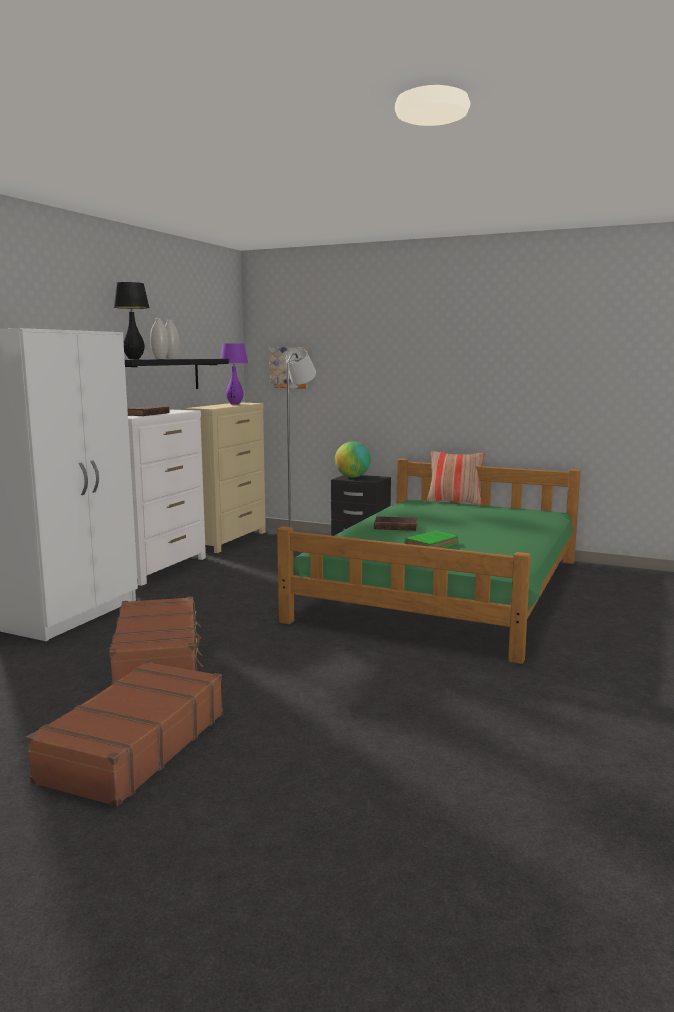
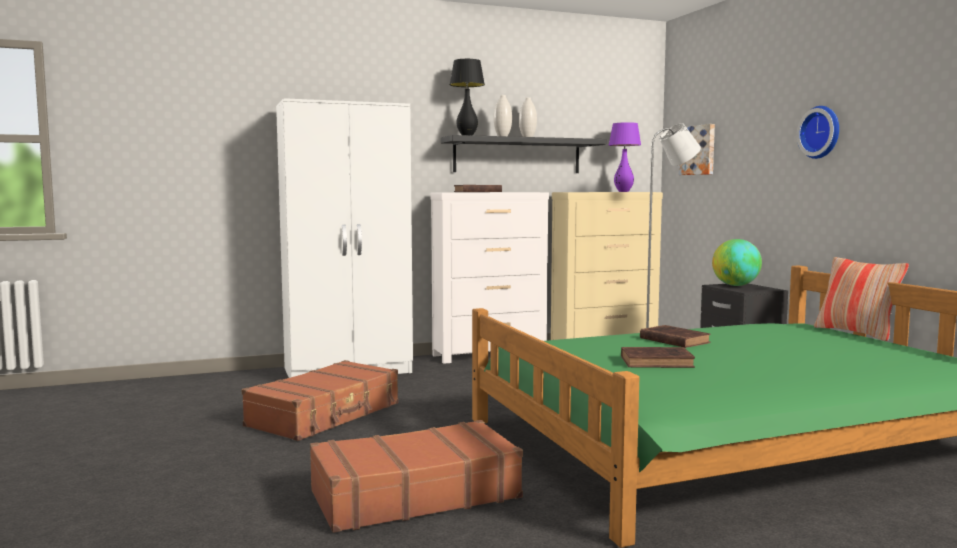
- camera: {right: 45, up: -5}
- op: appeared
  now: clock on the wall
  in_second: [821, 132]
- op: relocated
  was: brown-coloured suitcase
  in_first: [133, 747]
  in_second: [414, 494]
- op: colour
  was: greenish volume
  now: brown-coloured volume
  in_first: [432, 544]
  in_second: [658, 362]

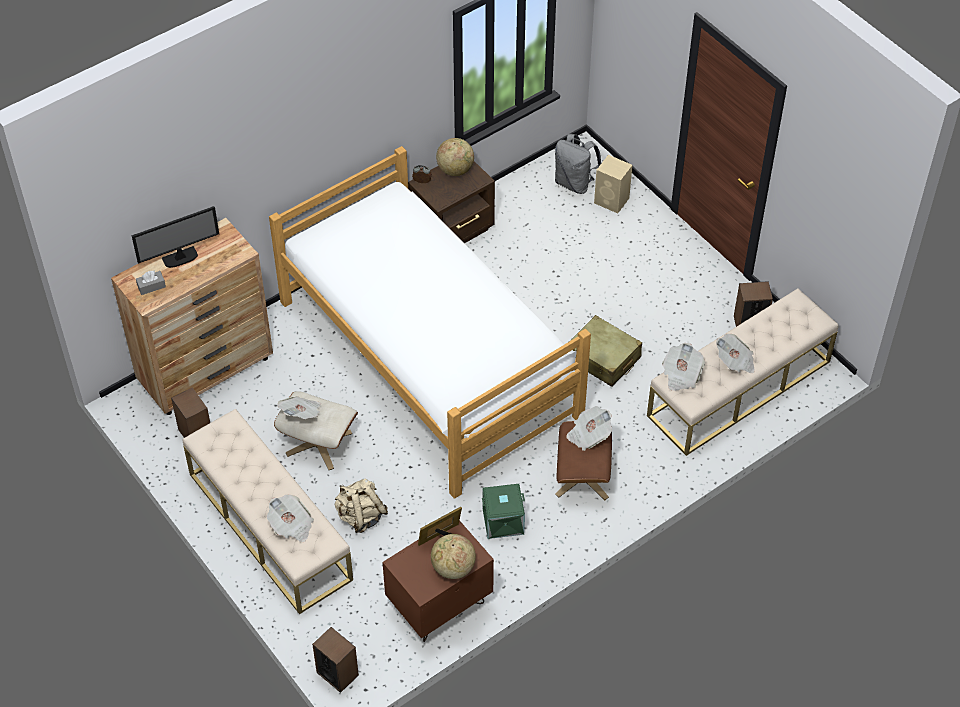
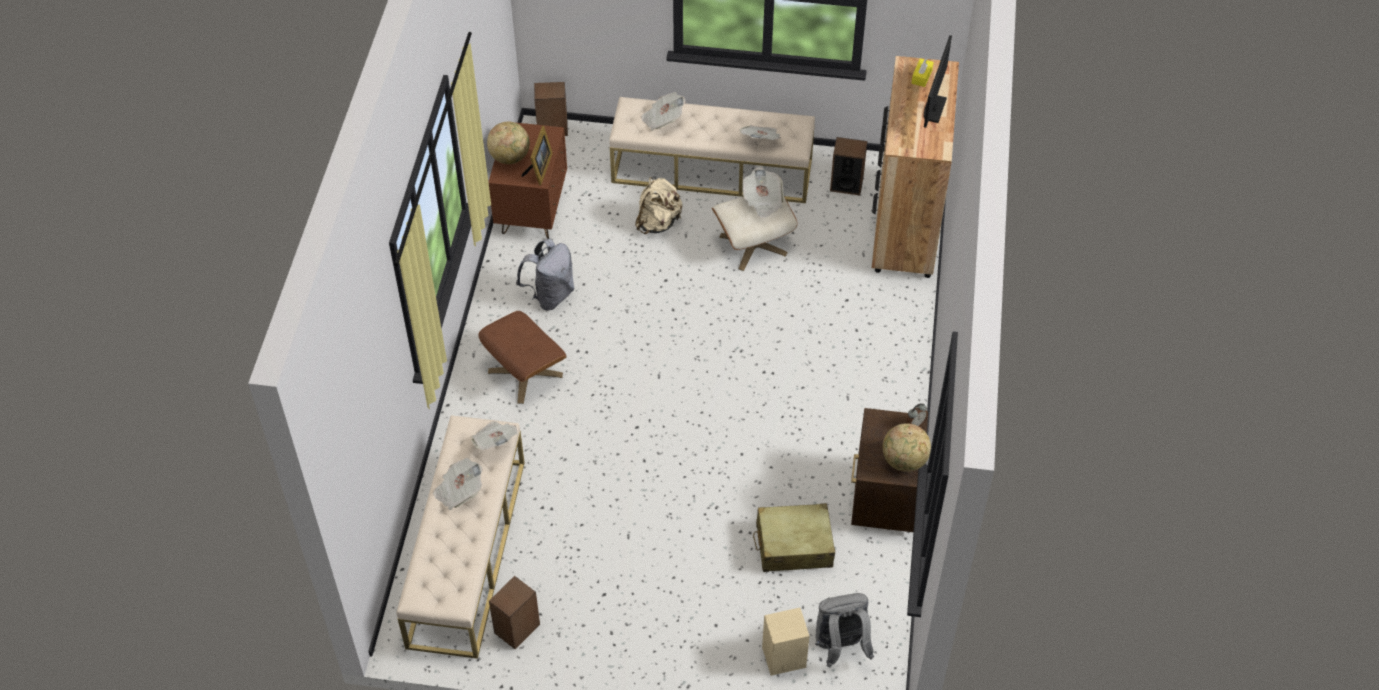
- camera: {right: 135, up: 0}
- op: missing
  was: bed
  in_first: [429, 357]
- op: relocated
  was: printed paper
  in_first: [588, 435]
  in_second: [761, 140]
- op: relocated
  was: beige suitcase
  in_first: [603, 358]
  in_second: [793, 545]
- op: exchanged
  was: greenish storage bin
  now: grey knapsack
  in_first: [502, 522]
  in_second: [550, 295]
- op: colour
  was: grey box of tissues
  now: yellowish box of tissues
  in_first: [151, 286]
  in_second: [921, 76]

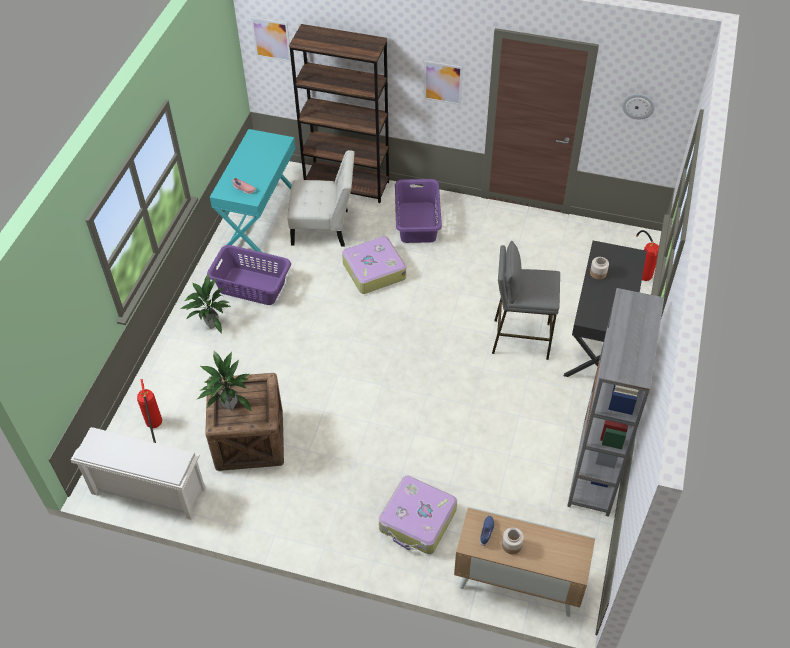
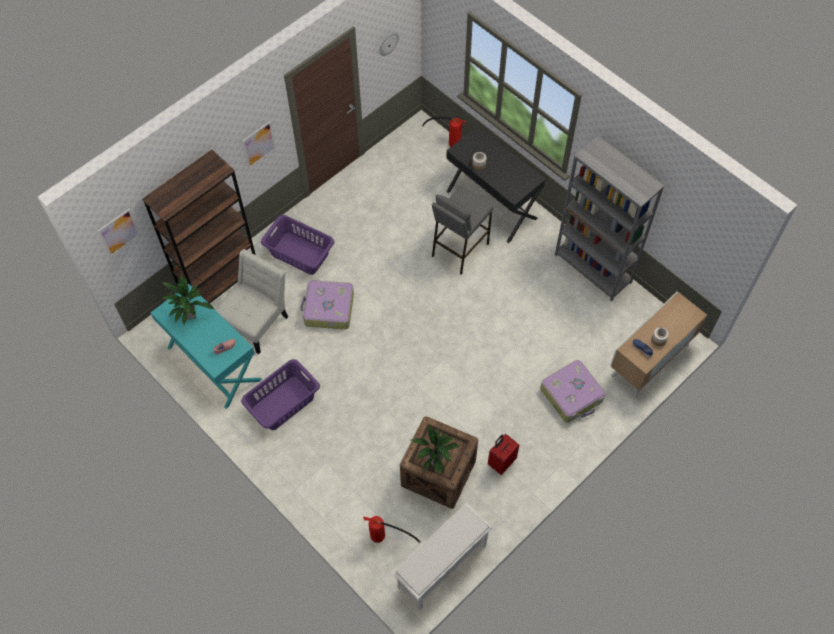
- camera: {right: -60, up: 10}
- op: appeared
  now: reddish suitcase
  in_second: [501, 462]
- op: relocated
  was: houseplant
  in_first: [211, 324]
  in_second: [191, 316]

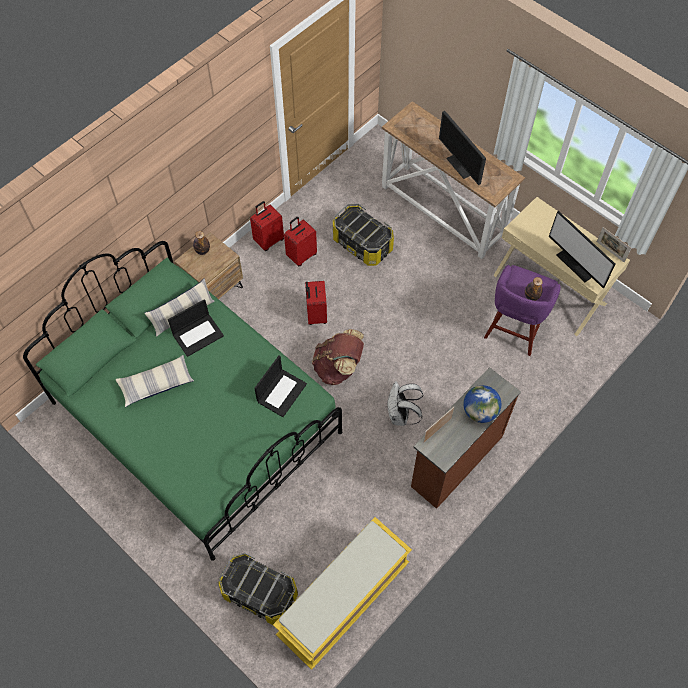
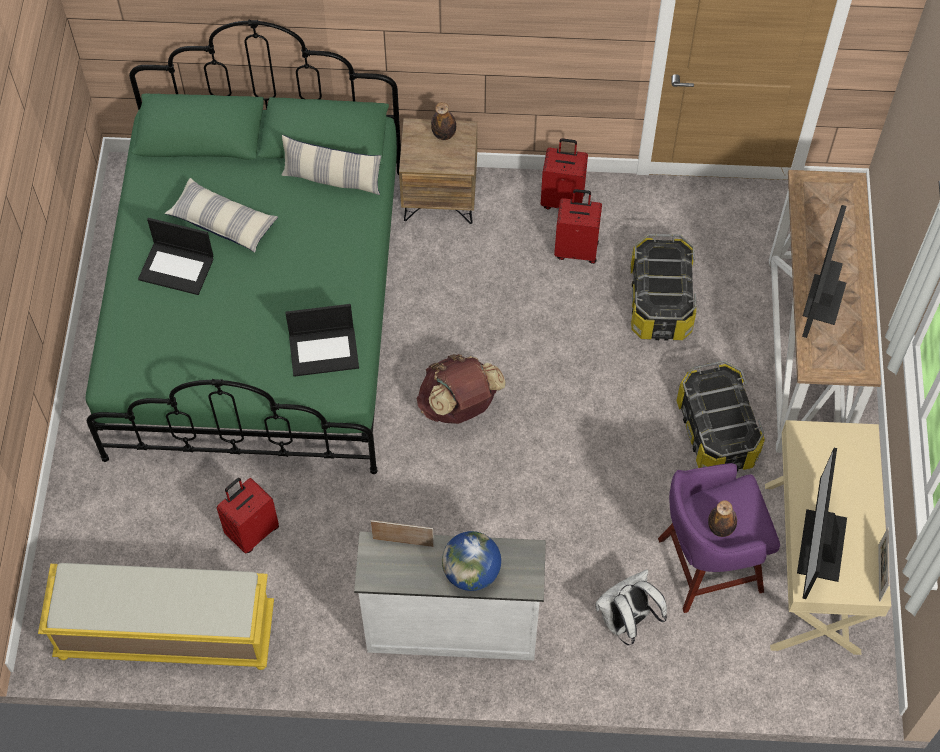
- camera: {right: 50, up: 0}
- op: relocated
  was: notebook computer
  in_first: [198, 334]
  in_second: [177, 268]
- op: relocated
  was: storage bin
  in_first: [259, 593]
  in_second: [715, 431]
- op: relocated
  was: reddish suitcase
  in_first: [315, 315]
  in_second: [252, 531]
- op: relocated
  was: white-coloured knapsack
  in_first: [401, 415]
  in_second: [626, 621]
- op: colour
  was: brown-coloured chest of drawers
  now: white-coloured chest of drawers
  in_first: [455, 460]
  in_second: [451, 628]

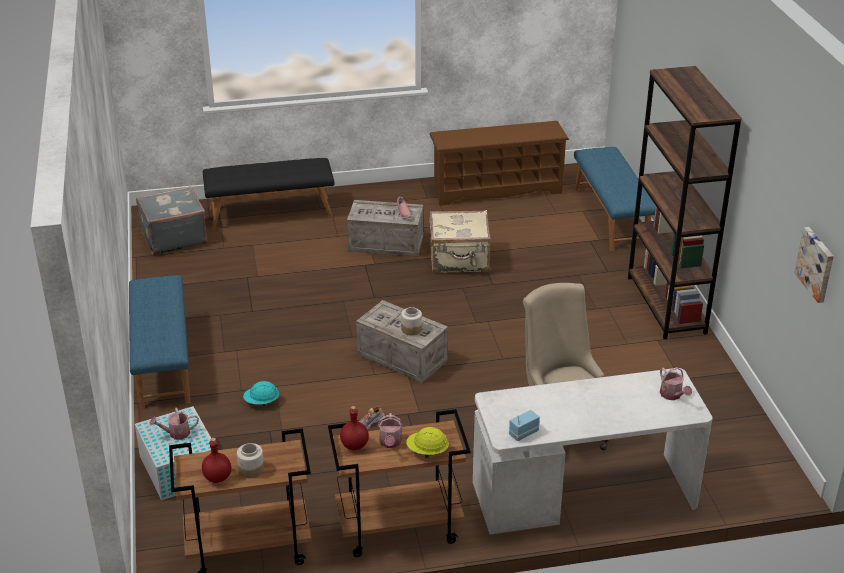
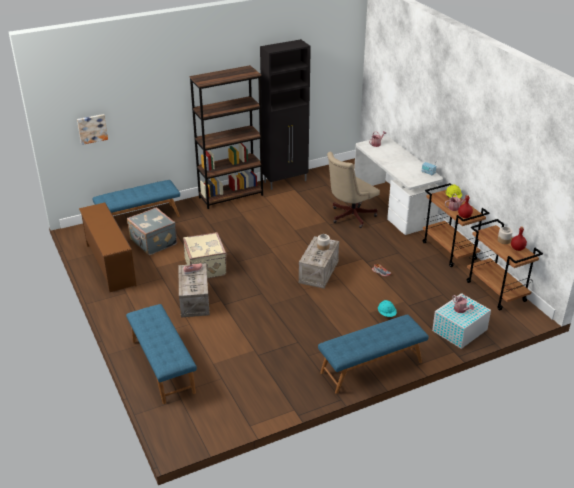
- camera: {right: -105, up: 0}
- op: appeared
  now: black-coloured cabinet
  in_second: [286, 181]
- op: relocated
  was: grey suitcase
  in_first: [173, 237]
  in_second: [153, 242]
- op: relocated
  was: picture
  in_first: [816, 264]
  in_second: [92, 128]
- op: colour
  was: black-coloured indoor bench
  now: blue-coloured indoor bench
  in_first: [270, 212]
  in_second: [162, 366]

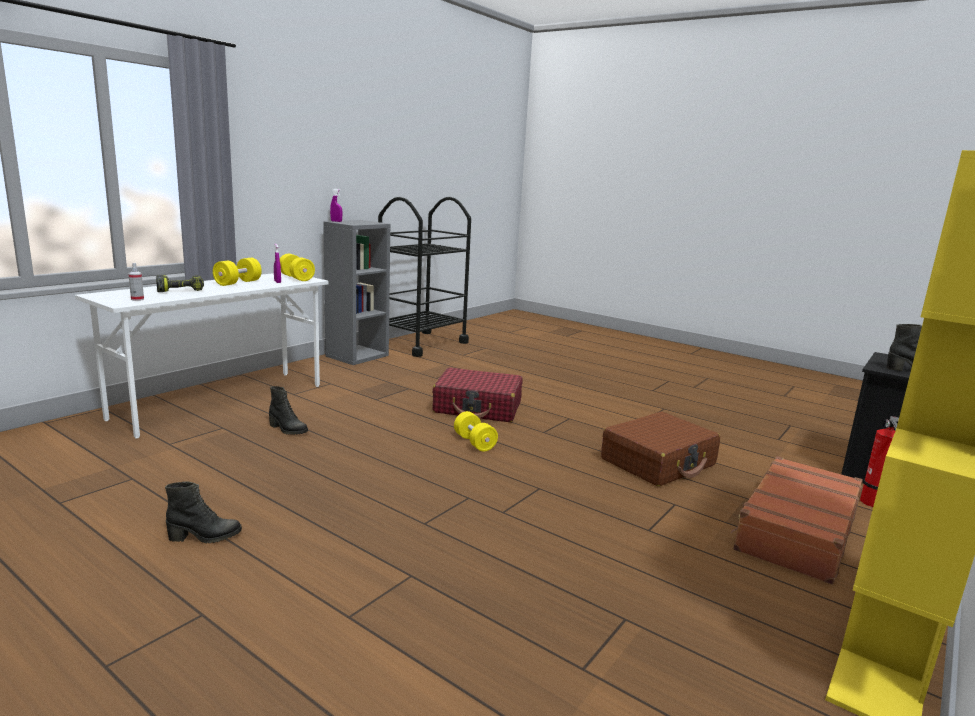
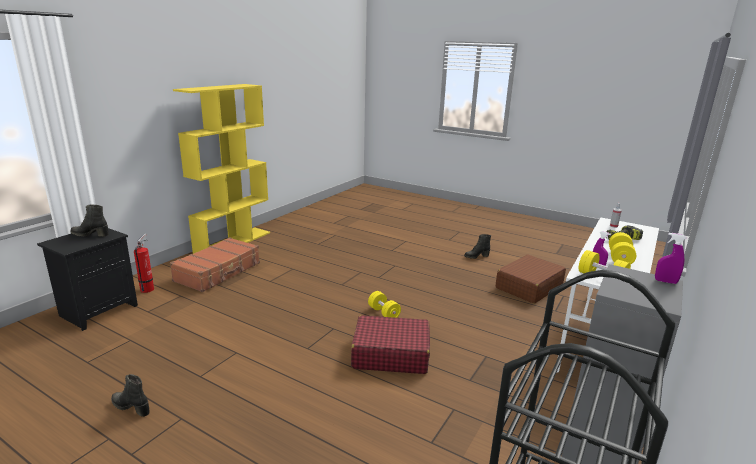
- camera: {right: 175, up: 5}
- op: relocated
  was: black-coloured tall boot
  in_first: [287, 430]
  in_second: [131, 407]
- op: relocated
  was: brown-coloured suitcase
  in_first: [658, 462]
  in_second: [528, 287]

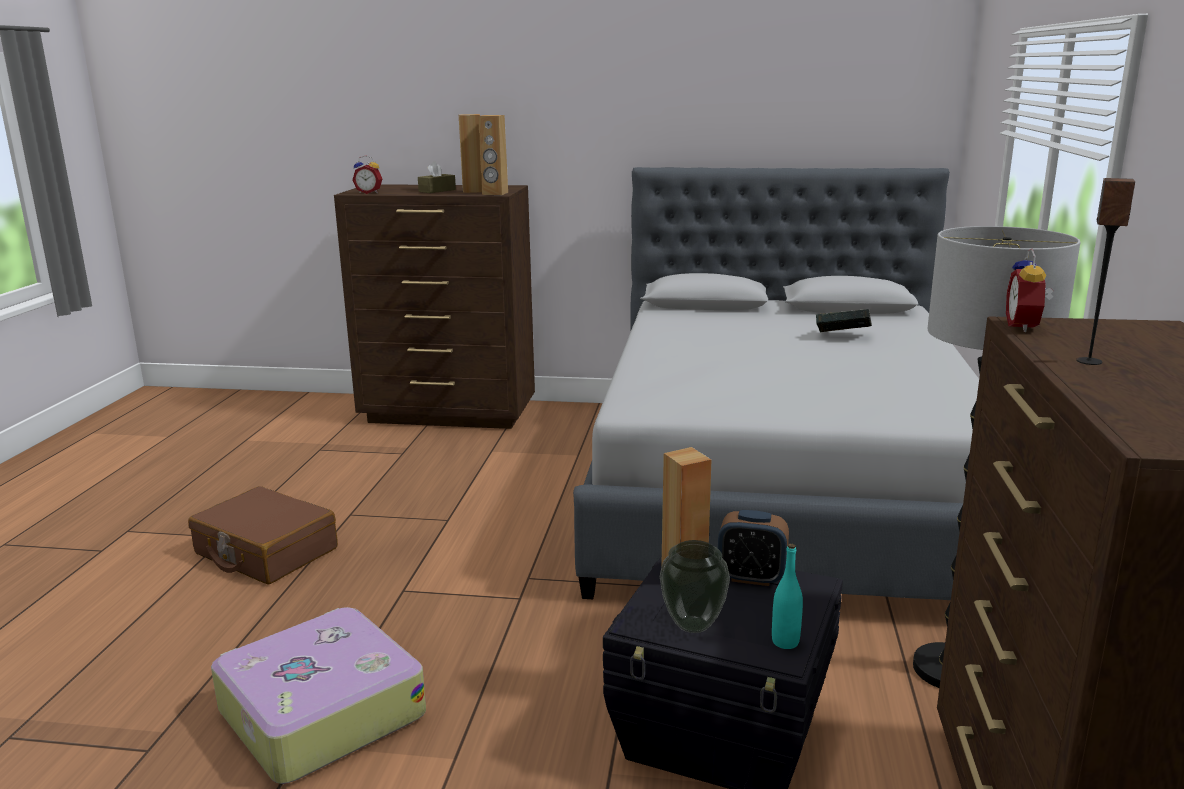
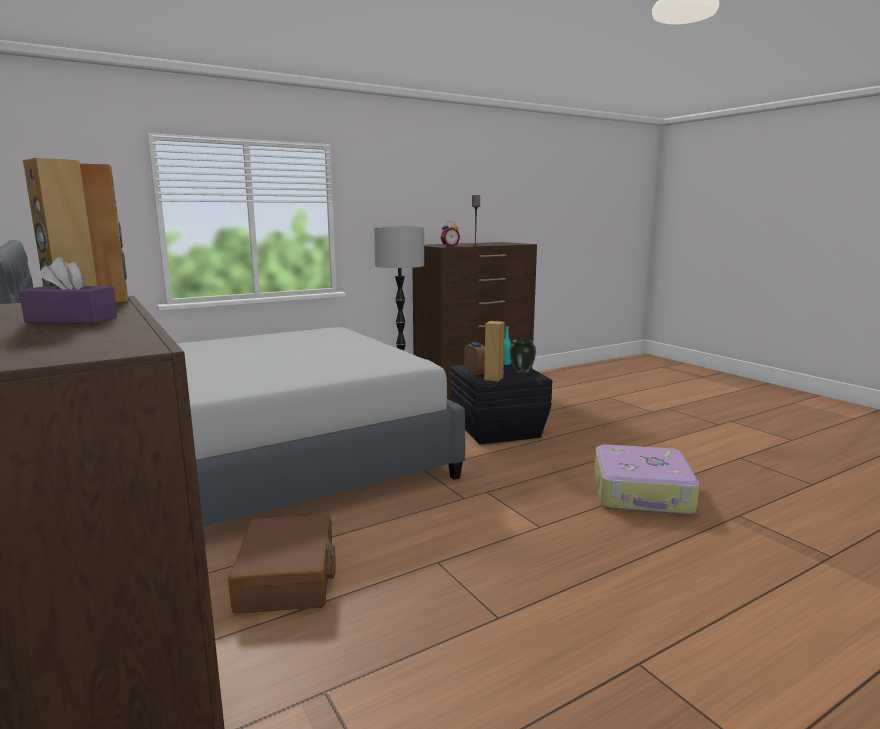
- camera: {right: -130, up: -5}
- op: missing
  was: alarm clock
  in_first: [369, 193]
- op: missing
  was: volume
  in_first: [842, 337]
- op: relocated
  was: brown-coloured suitcase
  in_first: [265, 552]
  in_second: [287, 578]
- op: colour
  was: brown-coloured box of tissues
  now: purplish box of tissues
  in_first: [437, 190]
  in_second: [72, 319]

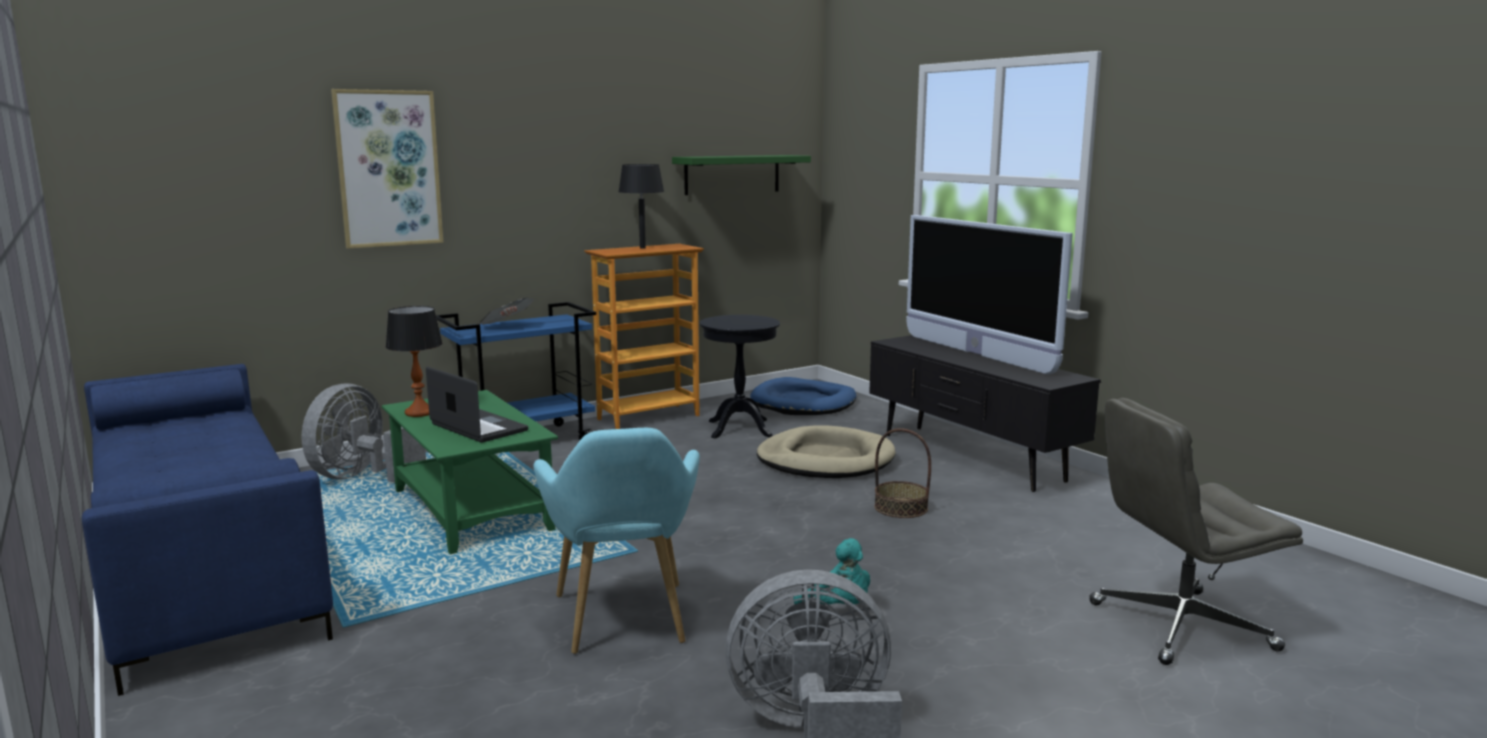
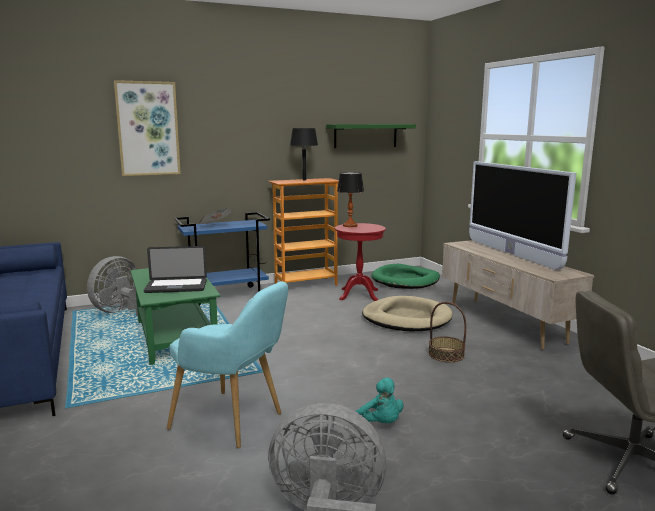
- camera: {right: 10, up: 0}
- op: relocated
  was: table lamp
  in_first: [419, 413]
  in_second: [349, 225]
- op: colour
  was: black-coloured side table
  now: reddish side table
  in_first: [739, 428]
  in_second: [359, 295]
- op: colour
  was: blue-coloured dog bed
  now: greenish dog bed
  in_first: [804, 403]
  in_second: [405, 280]
- op: colour
  was: black-coloured tv stand
  now: beige tv stand
  in_first: [969, 457]
  in_second: [504, 322]
- op: spun
  was: notebook computer
  in_first: [478, 428]
  in_second: [176, 287]
  clockwise: 120
- op: spun
  was: blue-green lounge chair
  in_first: [623, 624]
  in_second: [233, 422]
  clockwise: -60

